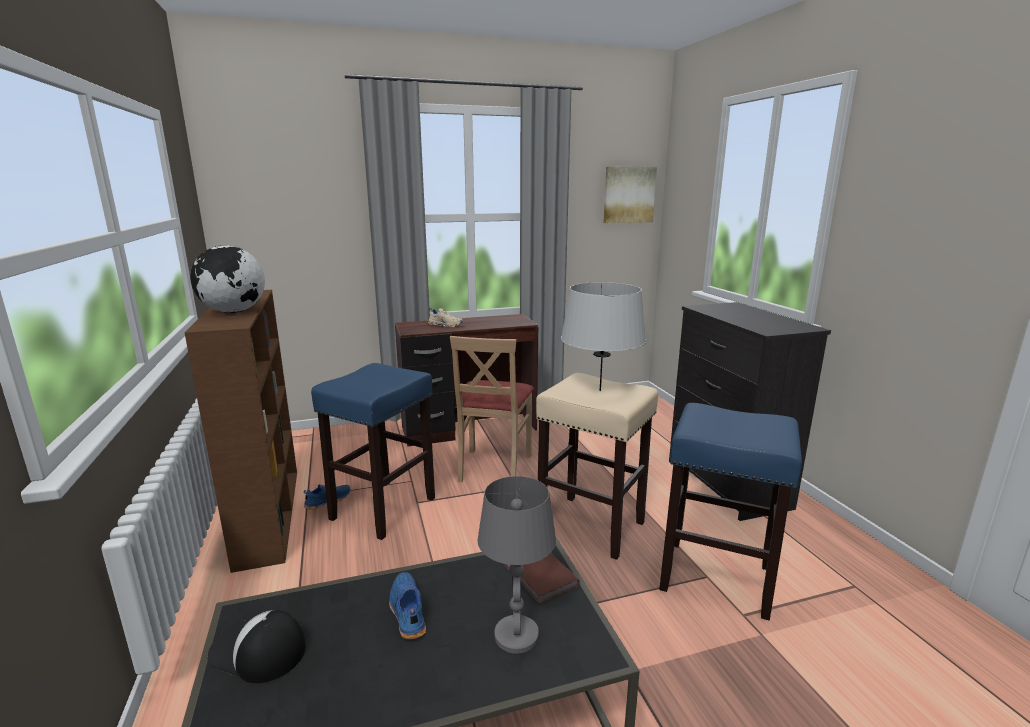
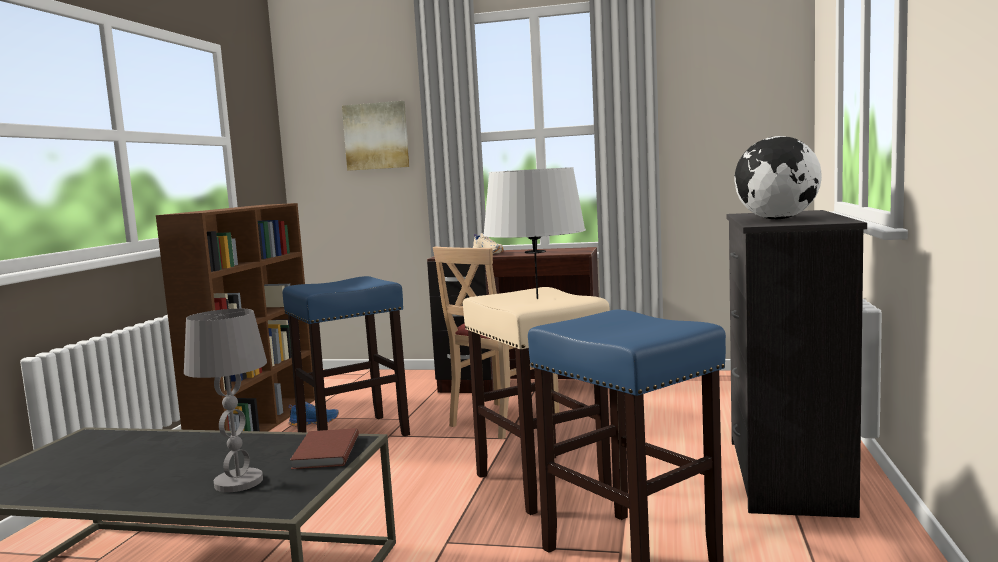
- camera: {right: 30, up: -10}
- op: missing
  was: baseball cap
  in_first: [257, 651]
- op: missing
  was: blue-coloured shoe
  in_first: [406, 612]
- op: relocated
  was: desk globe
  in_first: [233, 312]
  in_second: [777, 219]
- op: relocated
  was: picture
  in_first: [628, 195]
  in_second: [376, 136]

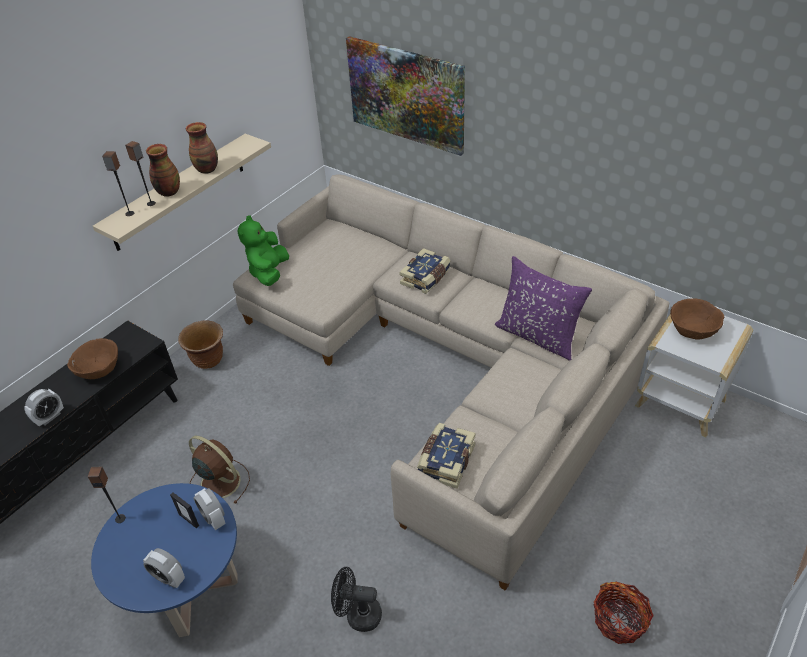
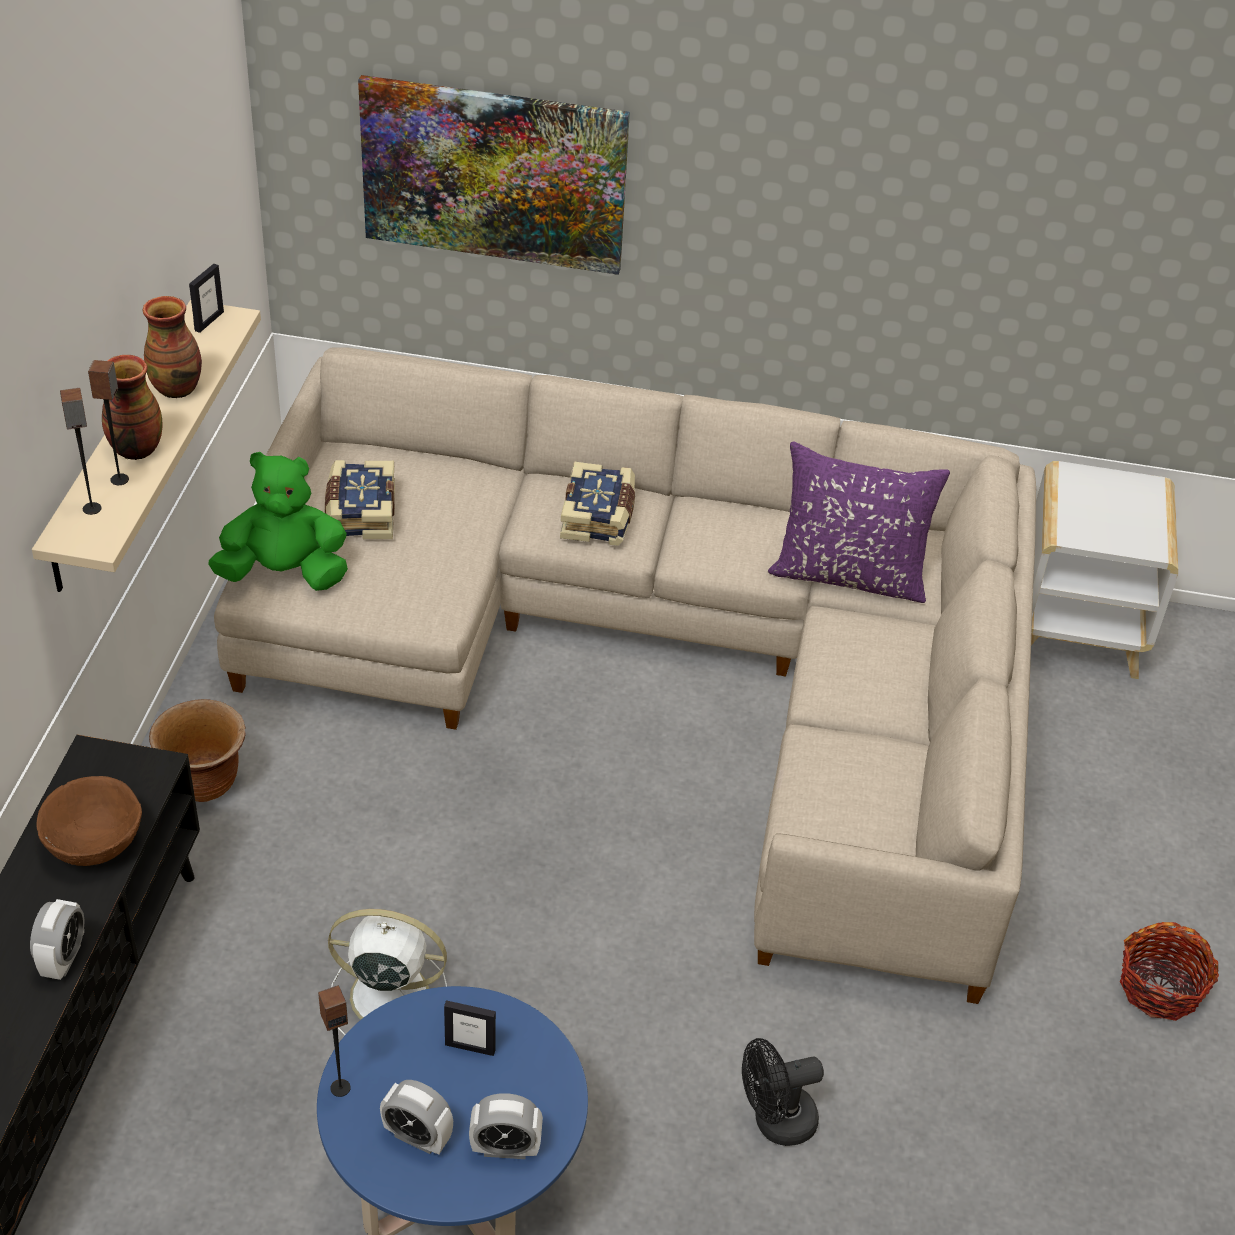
- camera: {right: -30, up: 0}
- op: missing
  was: brown-coloured deep dish
  in_first: [692, 330]
- op: appeared
  now: picture frame
  in_second: [209, 321]
- op: relocated
  was: alarm clock
  in_first: [214, 518]
  in_second: [417, 1137]
- op: relocated
  was: volume
  in_first: [445, 461]
  in_second: [360, 513]
- op: colour
  was: brown-coloured fan
  now: white-coloured fan
  in_first: [219, 481]
  in_second: [386, 995]
- op: spun
  was: greenish plush toy
  in_first: [269, 272]
  in_second: [284, 574]
  clockwise: 105

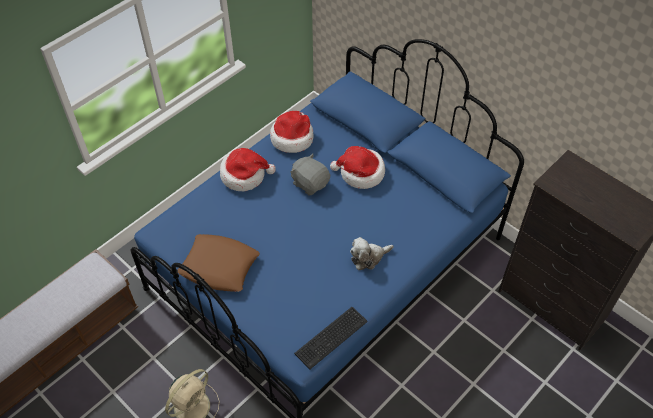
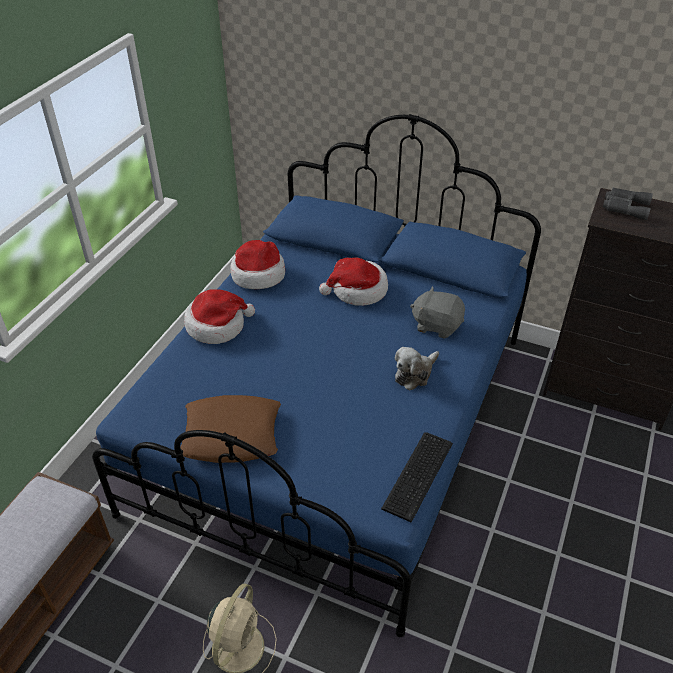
- camera: {right: -20, up: -10}
- op: appeared
  now: grey field glasses
  in_second: [624, 207]
- op: relocated
  was: grey plush toy
  in_first: [310, 183]
  in_second: [437, 325]

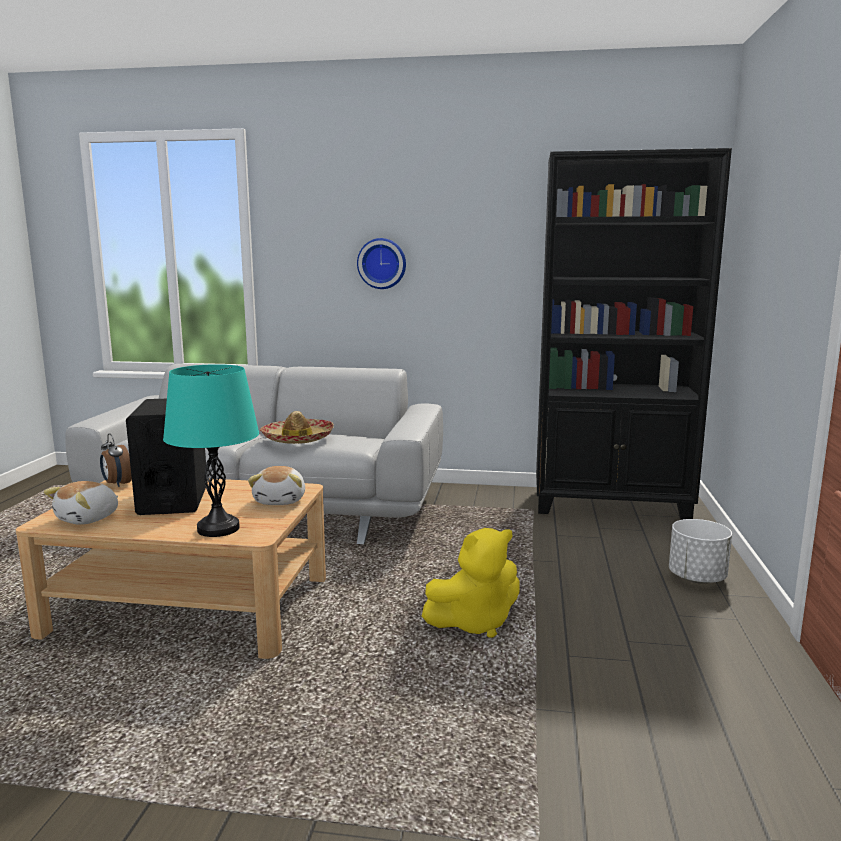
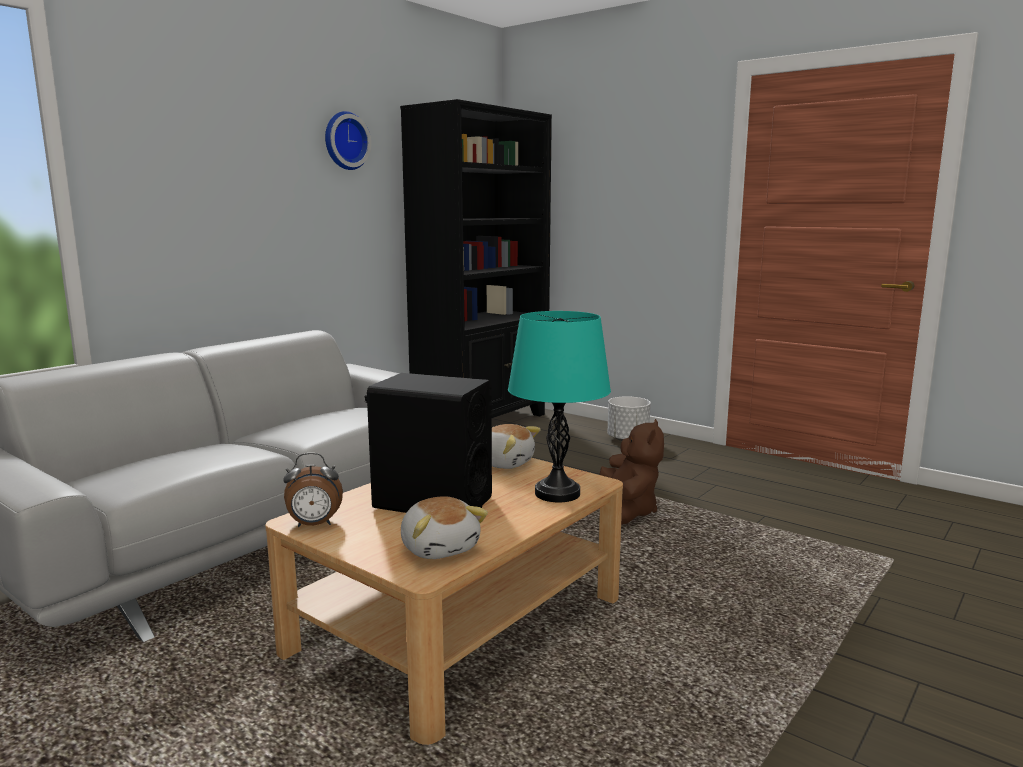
- camera: {right: -60, up: 0}
- op: missing
  was: wearable hat
  in_first: [298, 439]
- op: relocated
  was: clock on the wall
  in_first: [382, 263]
  in_second: [344, 141]
- op: colour
  was: yellowish plush toy
  now: brown-coloured plush toy
  in_first: [475, 623]
  in_second: [627, 512]

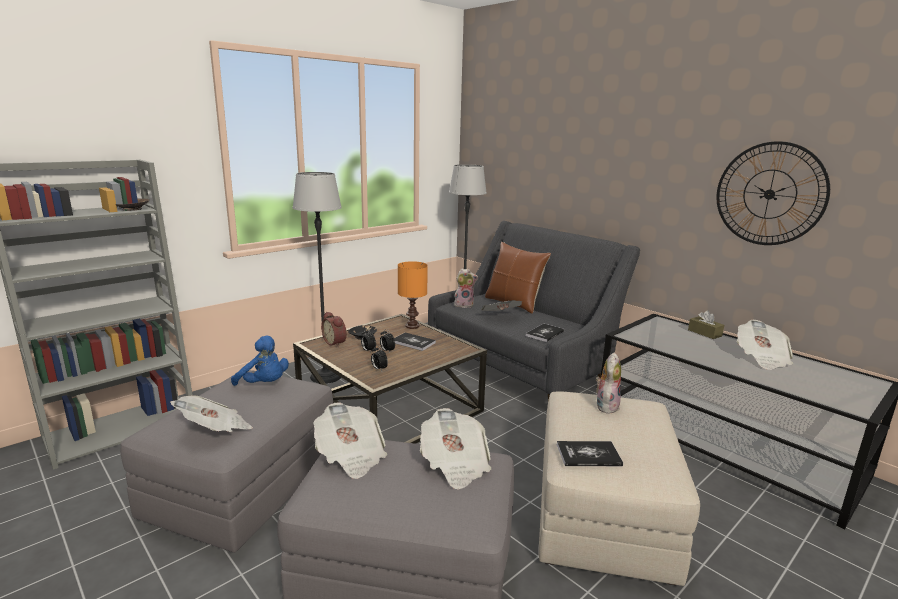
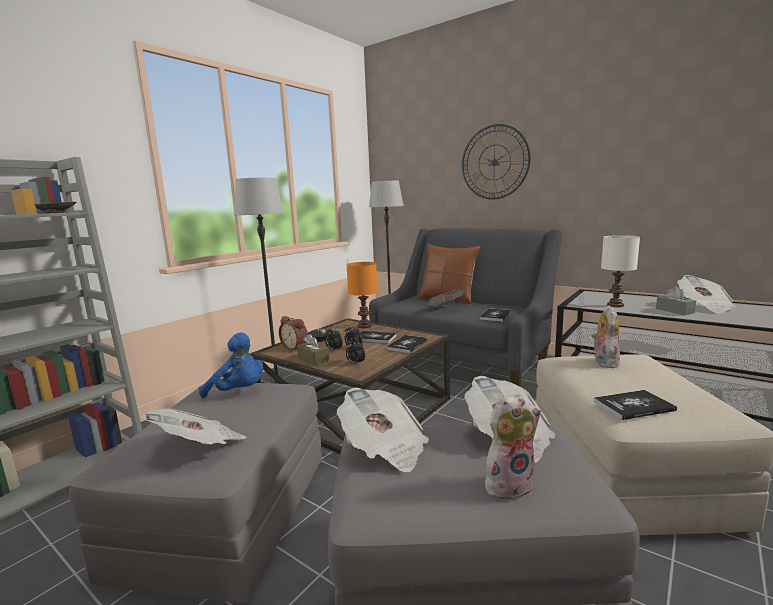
- camera: {right: -10, up: -5}
- op: appeared
  now: volume
  in_second: [407, 345]
- op: appeared
  now: white-coloured table lamp
  in_second: [615, 305]
- op: appeared
  now: grey box of tissues
  in_second: [674, 311]
- op: relocated
  was: plush toy
  in_first: [464, 305]
  in_second: [508, 484]
- op: relocated
  was: brown-coloured box of tissues
  in_first: [704, 333]
  in_second: [313, 359]
- op: relocated
  was: clock on the wall
  in_first: [769, 194]
  in_second: [494, 162]

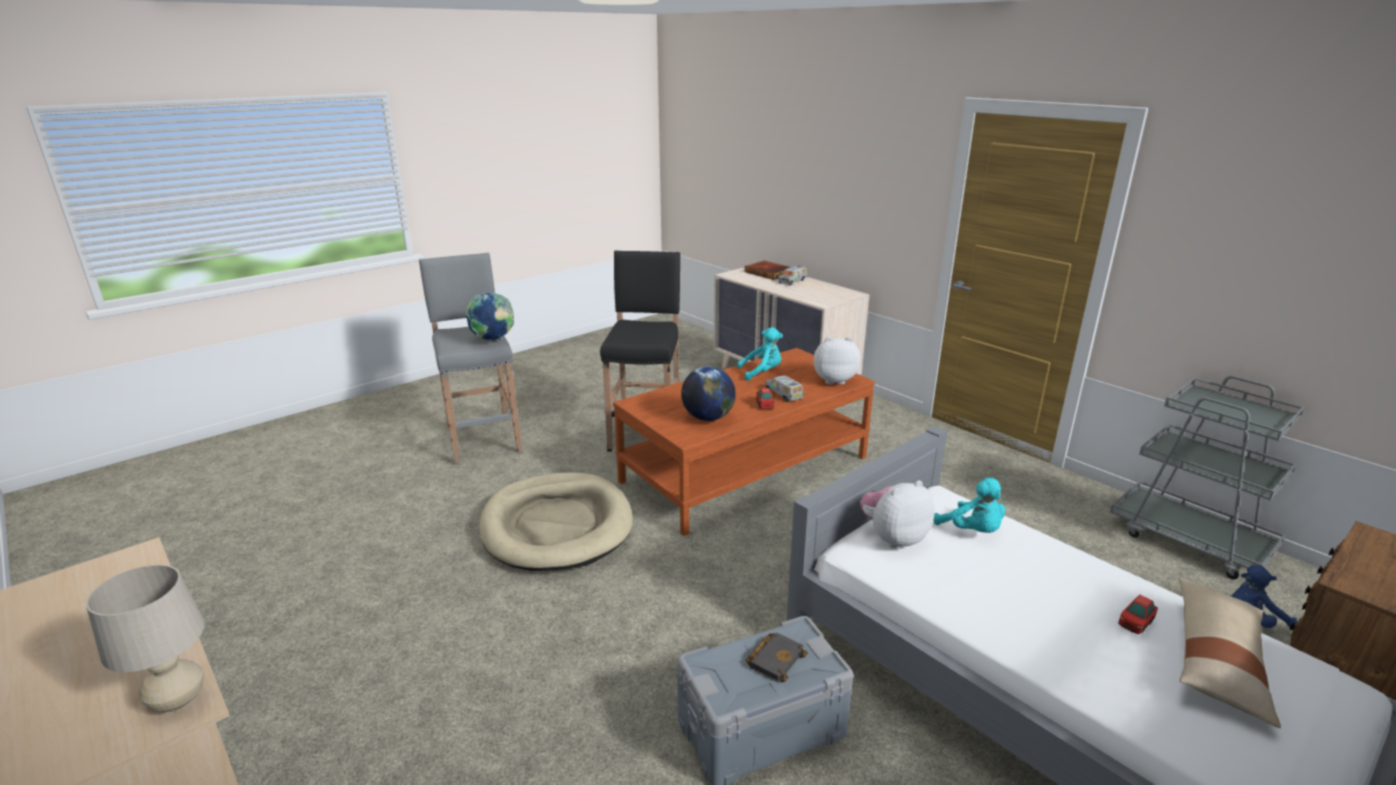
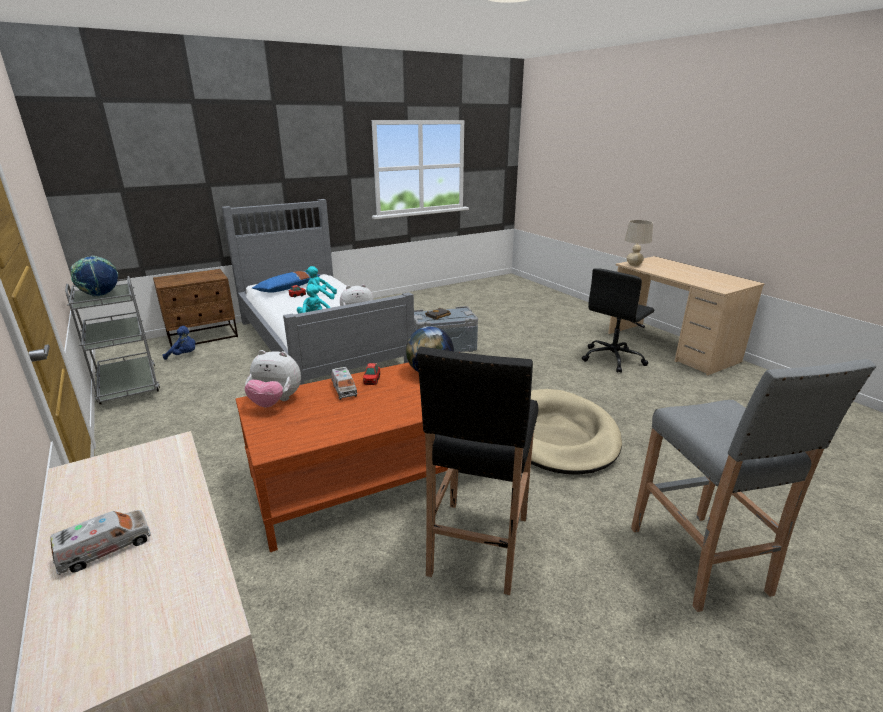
- camera: {right: -170, up: 0}
- op: missing
  was: volume
  in_first: [769, 272]
- op: appeared
  now: black-coloured office chair
  in_second: [613, 359]
- op: relocated
  was: desk globe
  in_first: [493, 340]
  in_second: [100, 295]
- op: relocated
  was: blue-green plush toy
  in_first: [762, 372]
  in_second: [320, 297]
- op: colour
  was: beige pillow
  now: blue-coloured pillow
  in_first: [1217, 660]
  in_second: [288, 288]

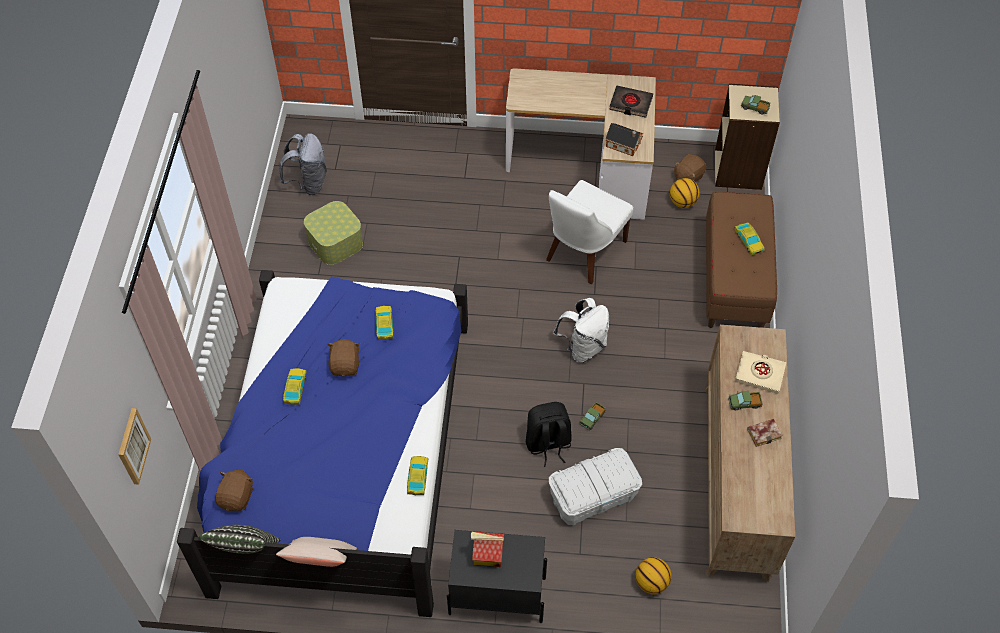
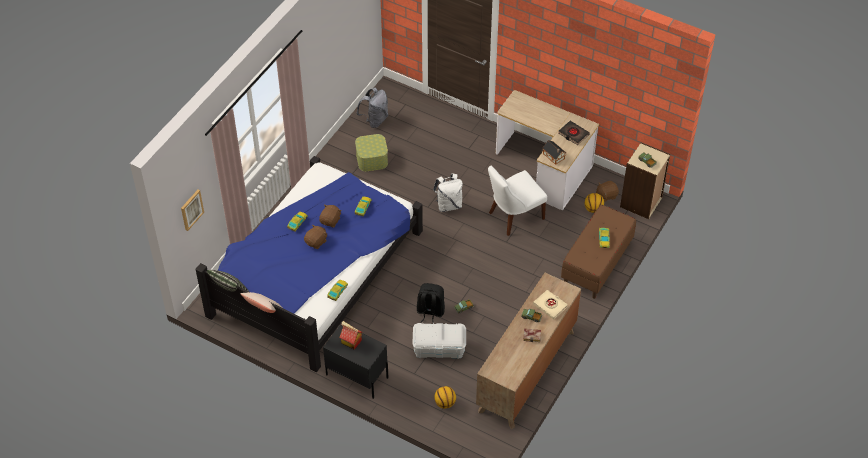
- camera: {right: 25, up: -5}
- op: relocated
  was: brown-coloured plush toy
  in_first: [237, 497]
  in_second: [316, 242]
- op: relocated
  was: white-coloured knapsack
  in_first: [583, 347]
  in_second: [448, 205]

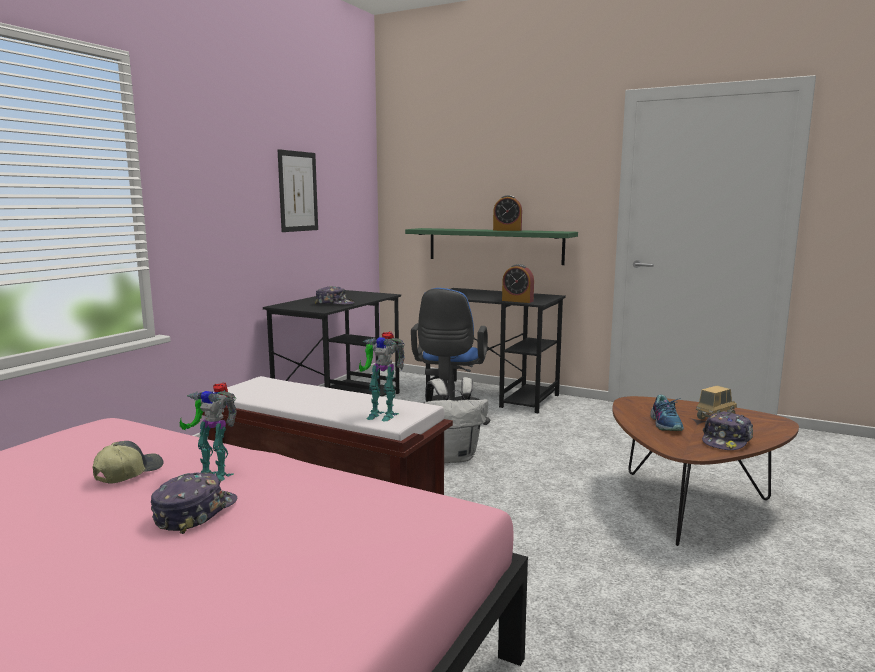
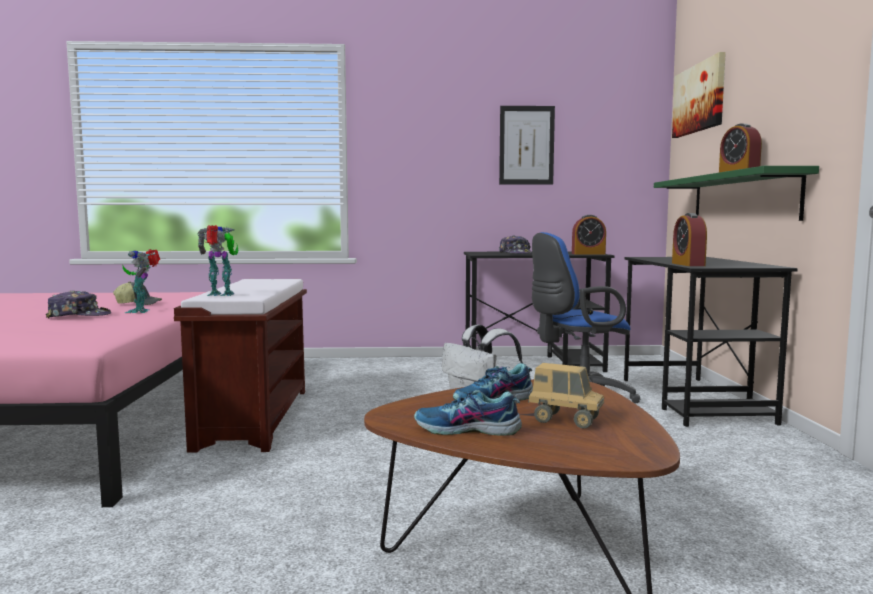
- camera: {right: 60, up: -5}
- op: appeared
  now: alarm clock
  in_second: [588, 254]
- op: appeared
  now: picture
  in_second: [699, 98]
- op: exchanged
  was: baseball cap
  now: shoe
  in_first: [726, 441]
  in_second: [467, 430]
- op: spun
  was: model robot
  in_first: [381, 414]
  in_second: [222, 295]
  clockwise: 105

